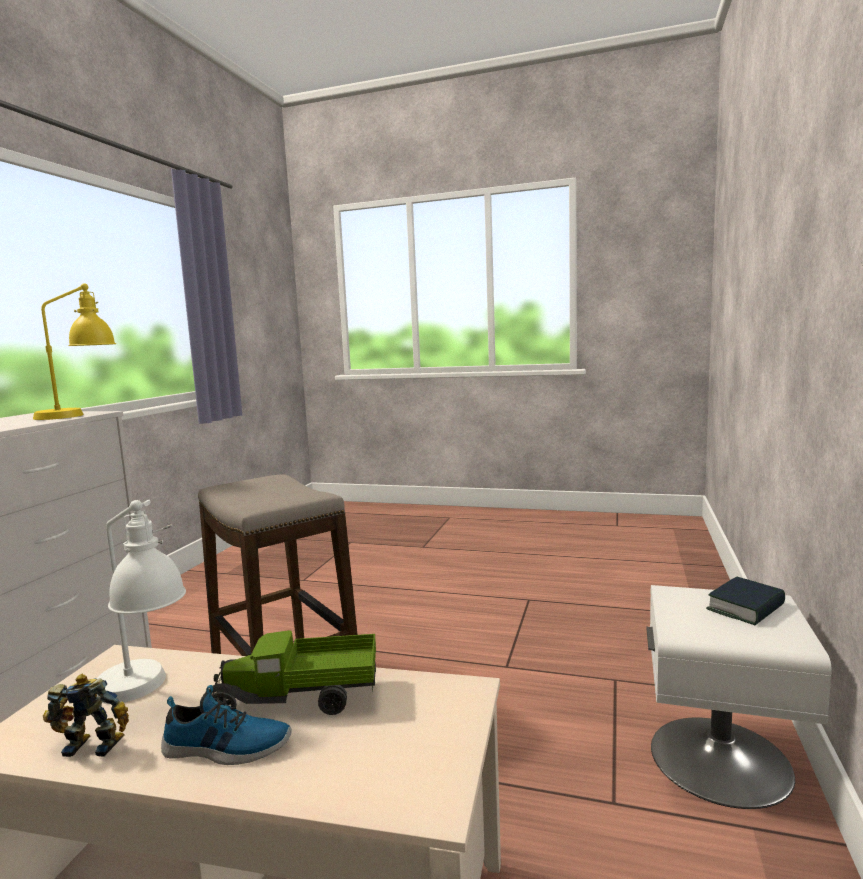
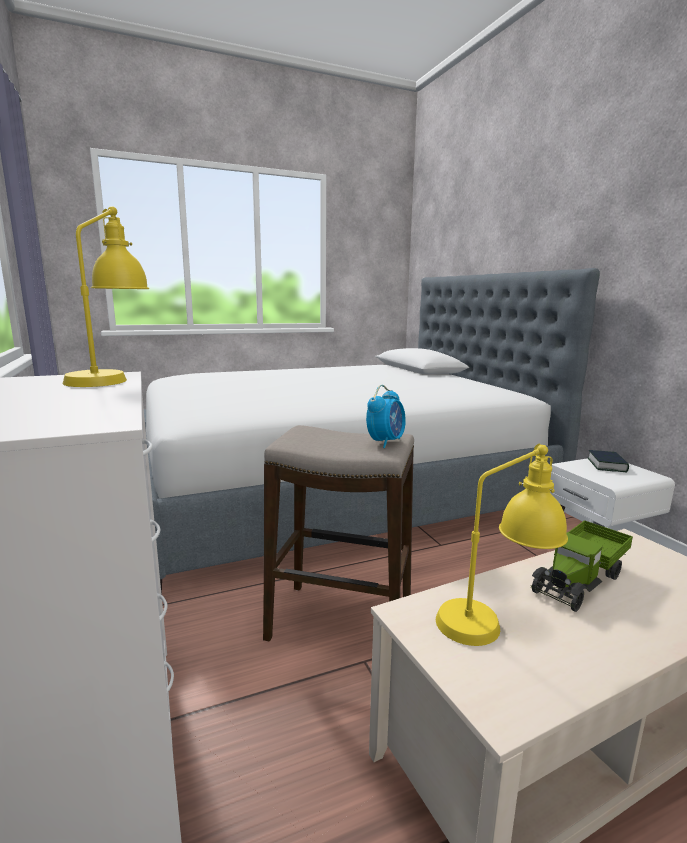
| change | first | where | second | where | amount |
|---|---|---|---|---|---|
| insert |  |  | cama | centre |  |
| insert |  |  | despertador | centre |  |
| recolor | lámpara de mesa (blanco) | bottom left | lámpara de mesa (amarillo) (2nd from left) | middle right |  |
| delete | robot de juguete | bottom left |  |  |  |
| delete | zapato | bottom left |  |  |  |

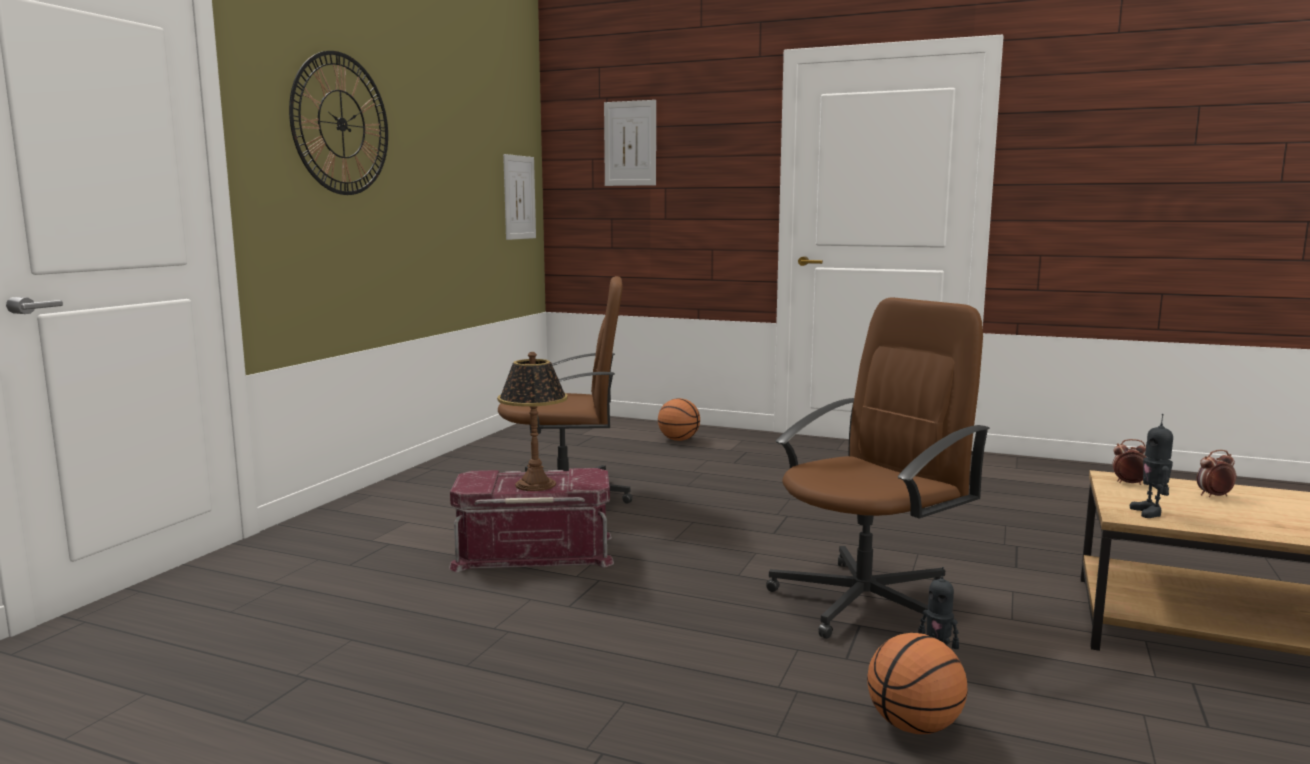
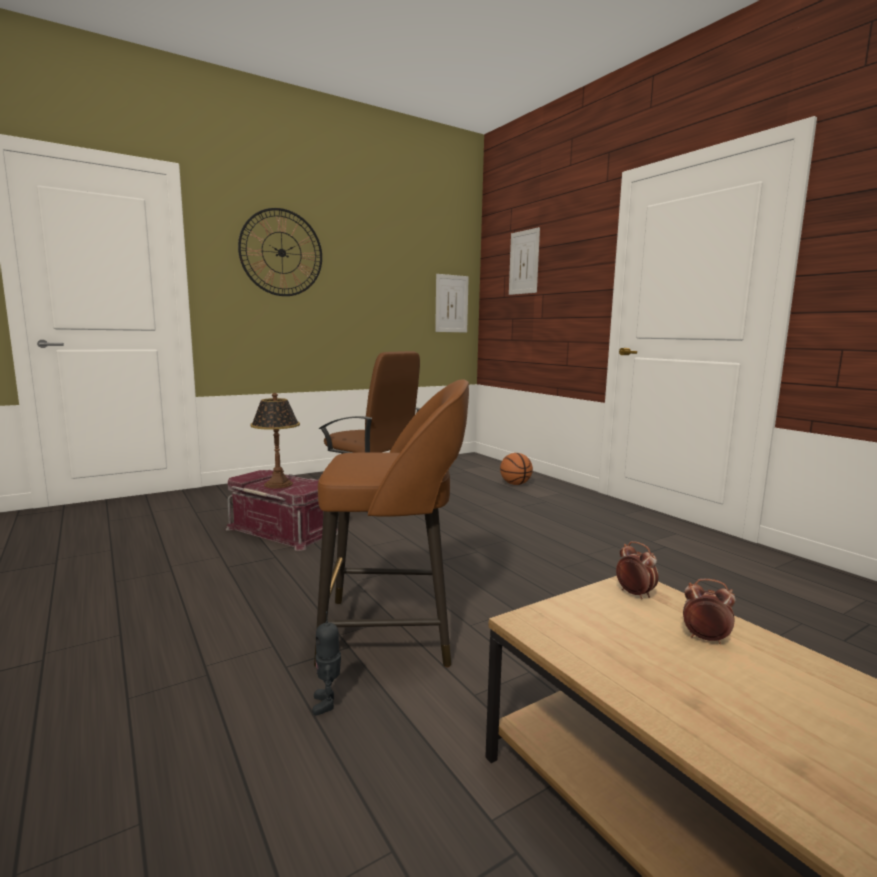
| change | first | where | second | where | amount |
|---|---|---|---|---|---|
| replace | silla de oficina (marrón) (2nd from left) | middle right | taburete (marrón) | centre |  |
| delete | balón de baloncesto (2nd from left) | bottom right |  |  |  |
| delete | robot de juguete (2nd from left) | middle right |  |  |  |

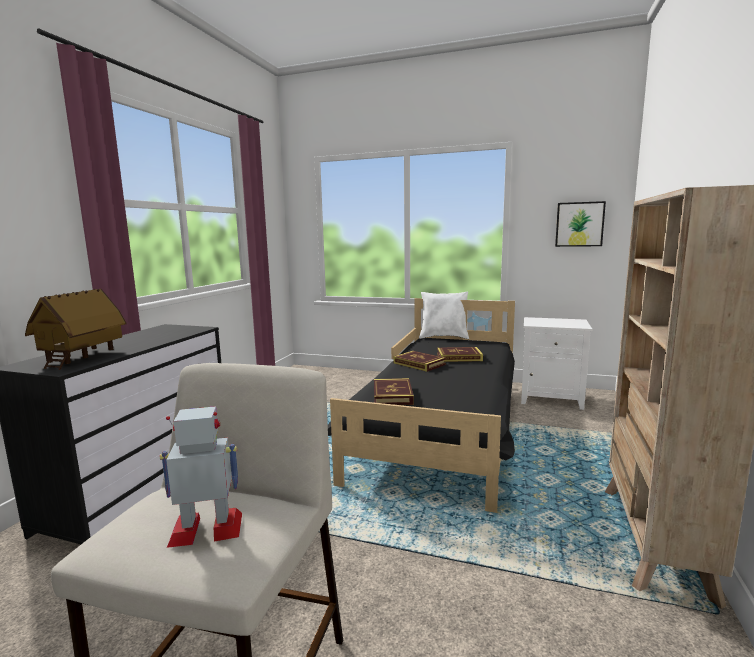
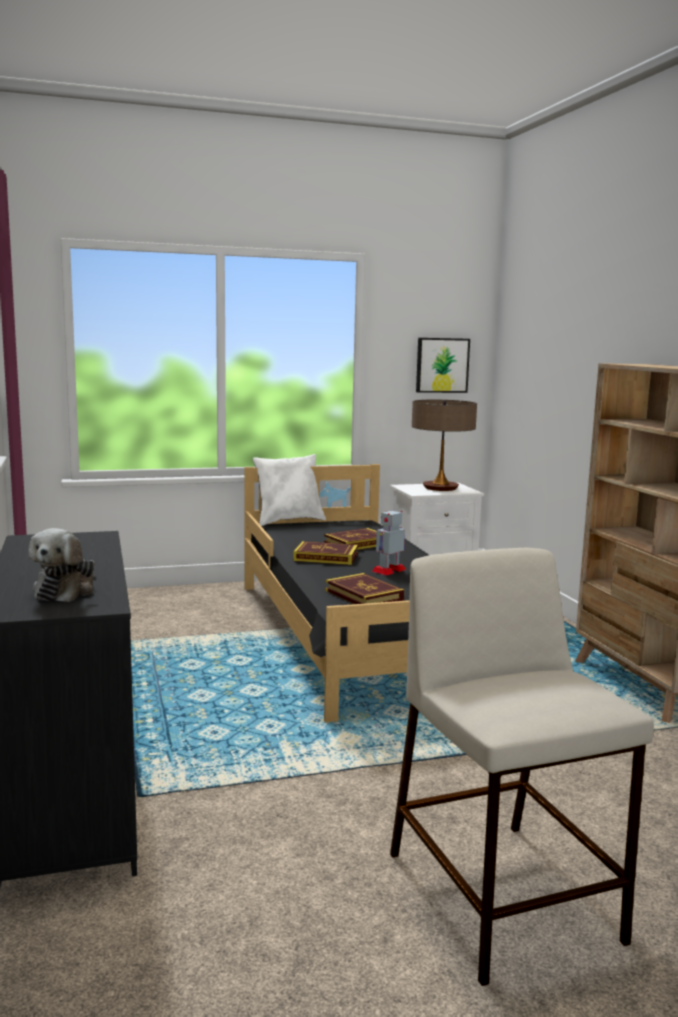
| change | first | where | second | where | amount |
|---|---|---|---|---|---|
| replace | casita | middle left | peluche | middle left |  |
| move | robot de juguete | bottom left |  | centre |  |
| insert |  |  | lámpara de mesa | centre |  |

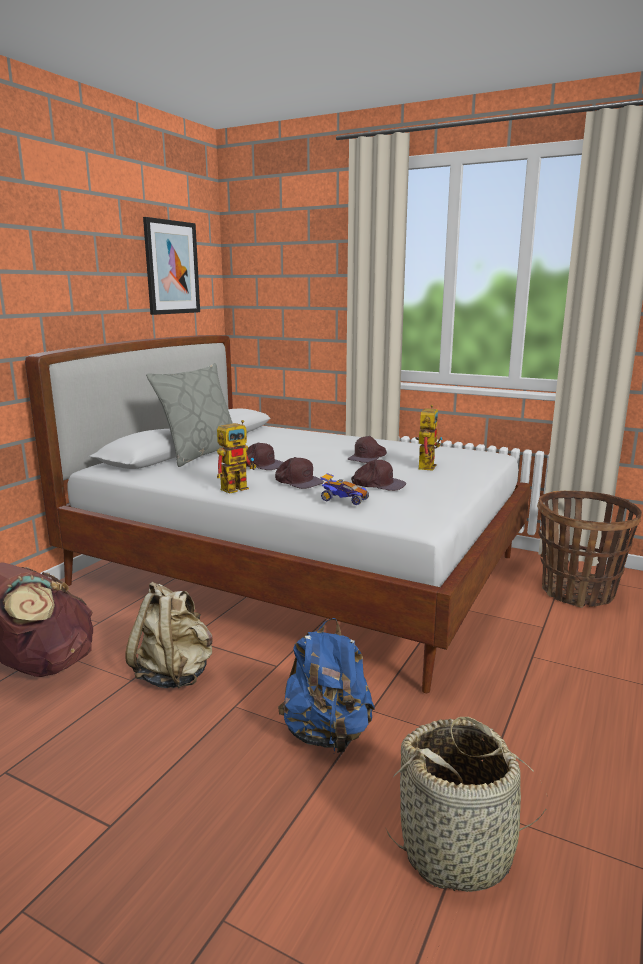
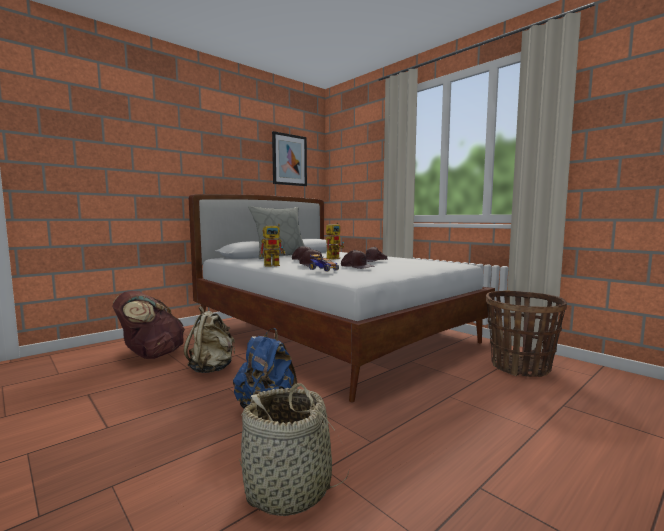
| change | first | where | second | where | amount |
|---|---|---|---|---|---|
| move | robot de juguete (2nd from left) | middle right |  | centre |  |

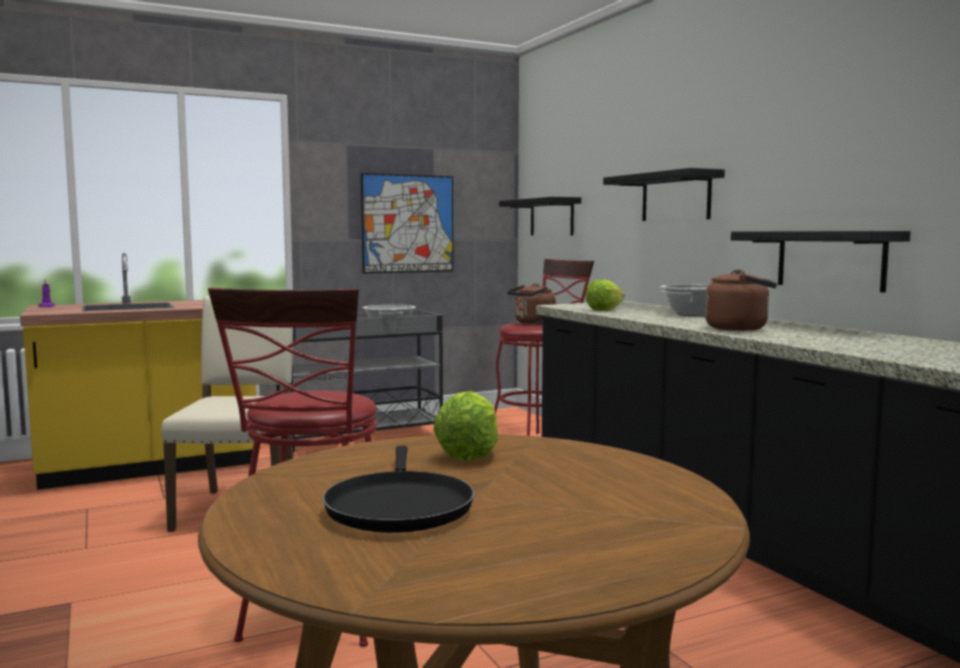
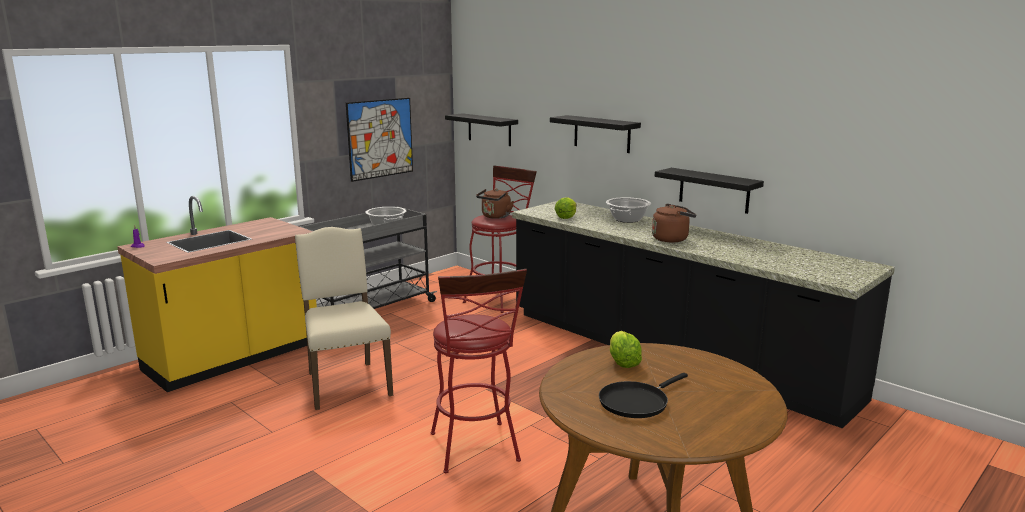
| change | first | where | second | where | amount |
|---|---|---|---|---|---|
| rotate | sartén (negro) | bottom centre |  | bottom centre | 75 degrees clockwise |

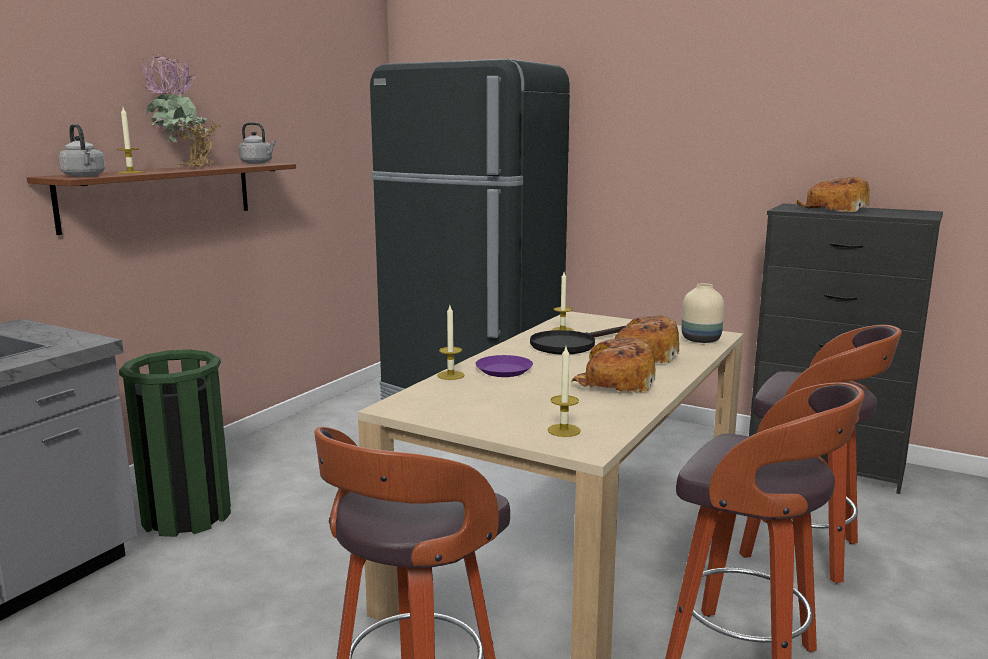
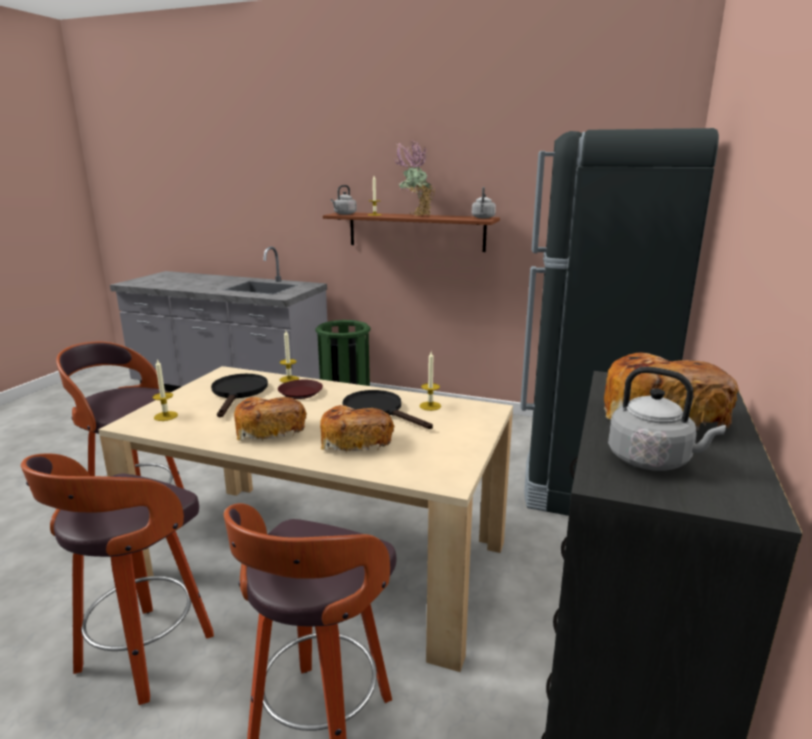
| change | first | where | second | where | amount |
|---|---|---|---|---|---|
| insert |  |  | sartén (negro) (1st from left) | middle left |  |
| recolor | plato (morado) | centre | plato (marrón) | centre |  |
| insert |  |  | hervidor (gris) (3rd from left) | middle right |  |
| delete | florero (beis) | middle right |  |  |  |

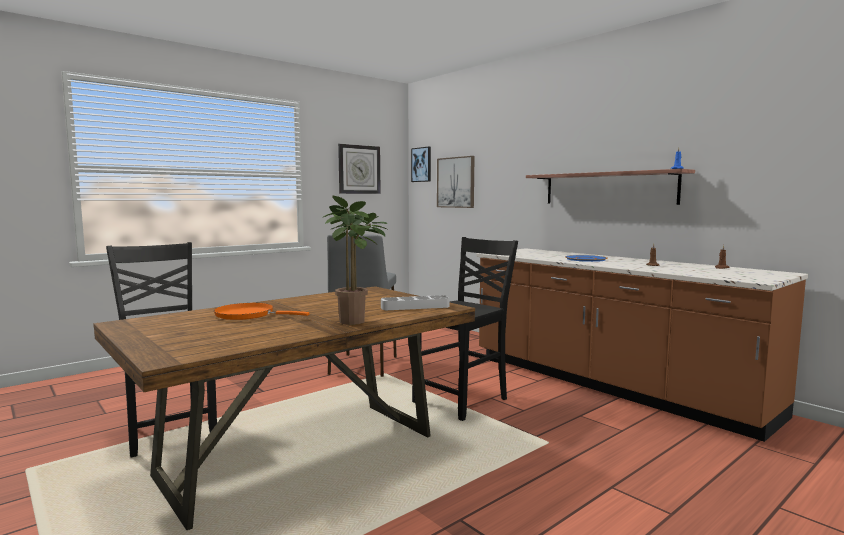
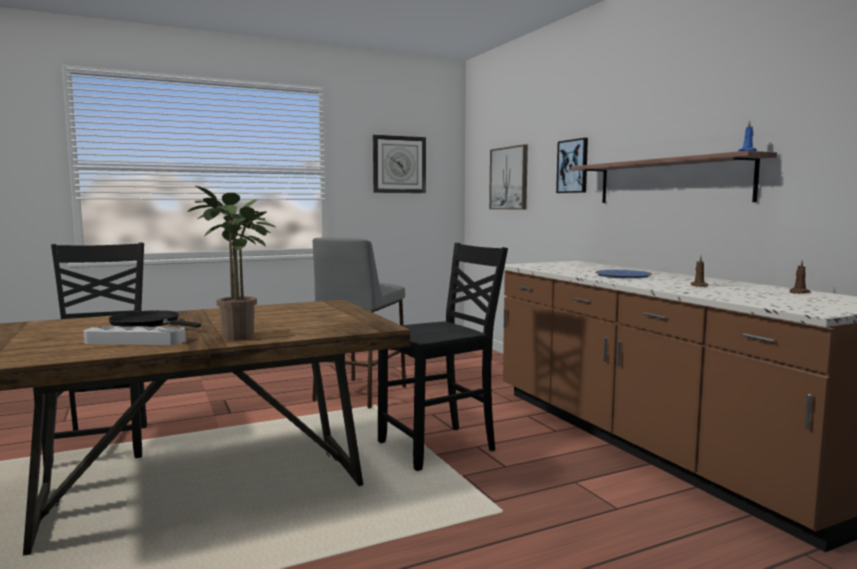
| change | first | where | second | where | amount |
|---|---|---|---|---|---|
| move | bandeja (gris) | centre |  | middle left |  |
| recolor | sartén (naranja) | middle left | sartén (negro) | middle left |  |
| move | cuadro (1st from left in the first image) | top centre | cuadro (2nd from left) | top right |  |

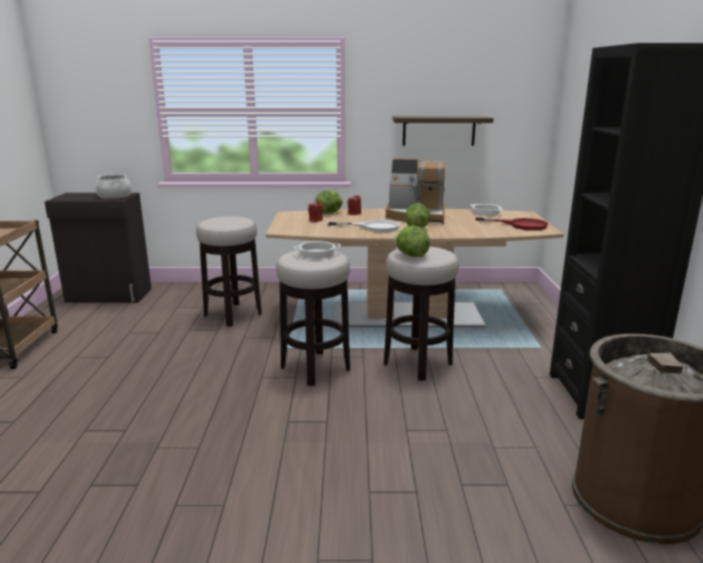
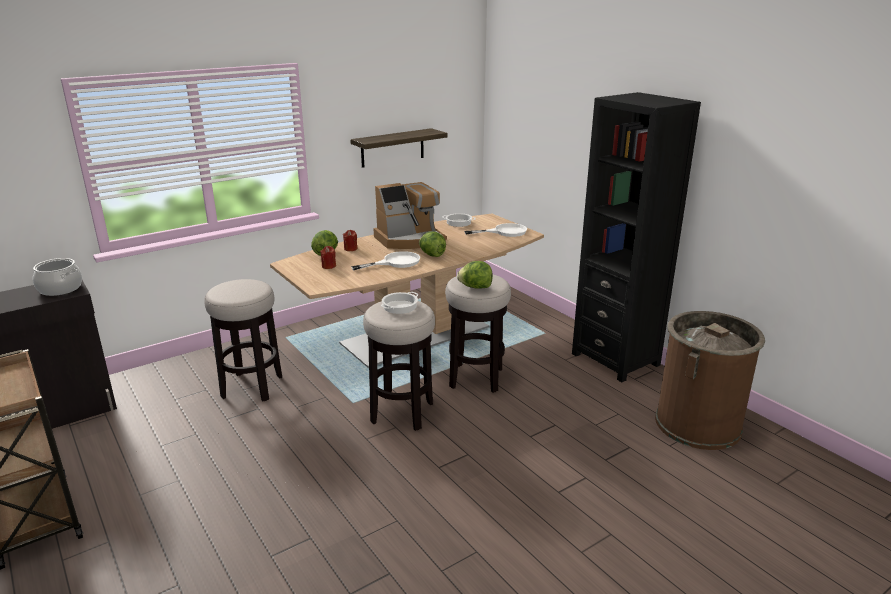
| change | first | where | second | where | amount |
|---|---|---|---|---|---|
| recolor | sartén (rojo) | middle right | sartén (blanco) (2nd from left) | centre |  |

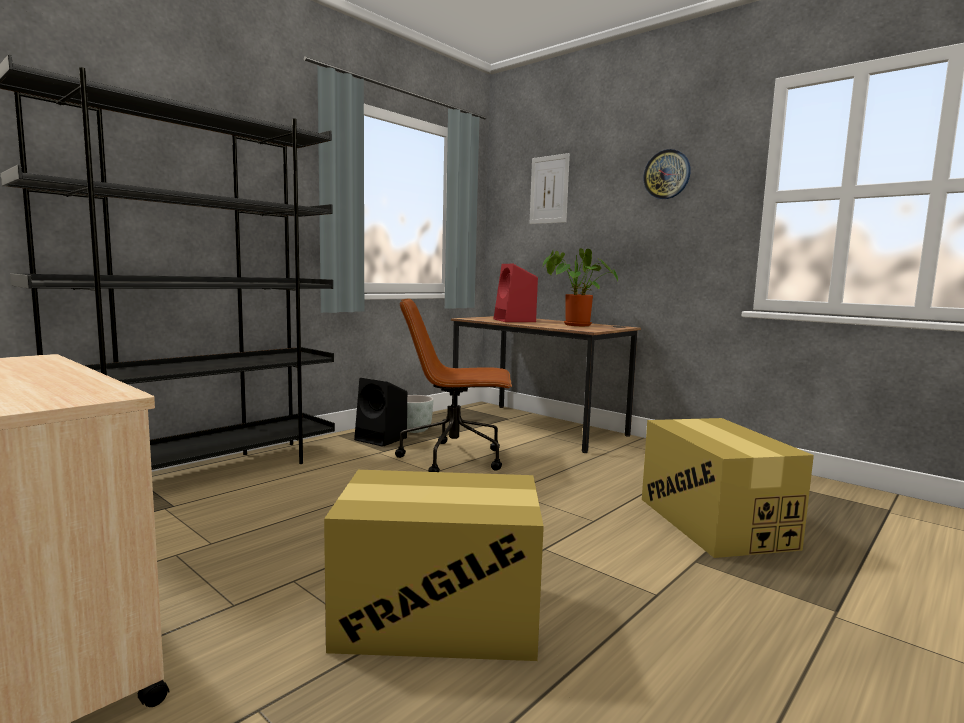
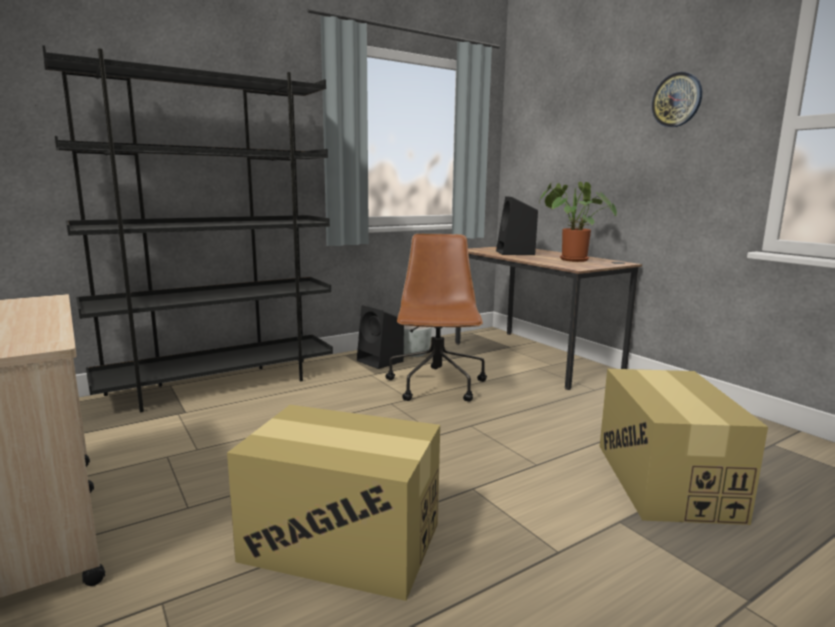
| change | first | where | second | where | amount |
|---|---|---|---|---|---|
| rotate | silla de oficina (marrón) | centre |  | centre | 75 degrees clockwise |
| recolor | altavoz (rojo) | centre | altavoz (negro) (2nd from left) | centre |  |
| delete | cuadro | top centre |  |  |  |

